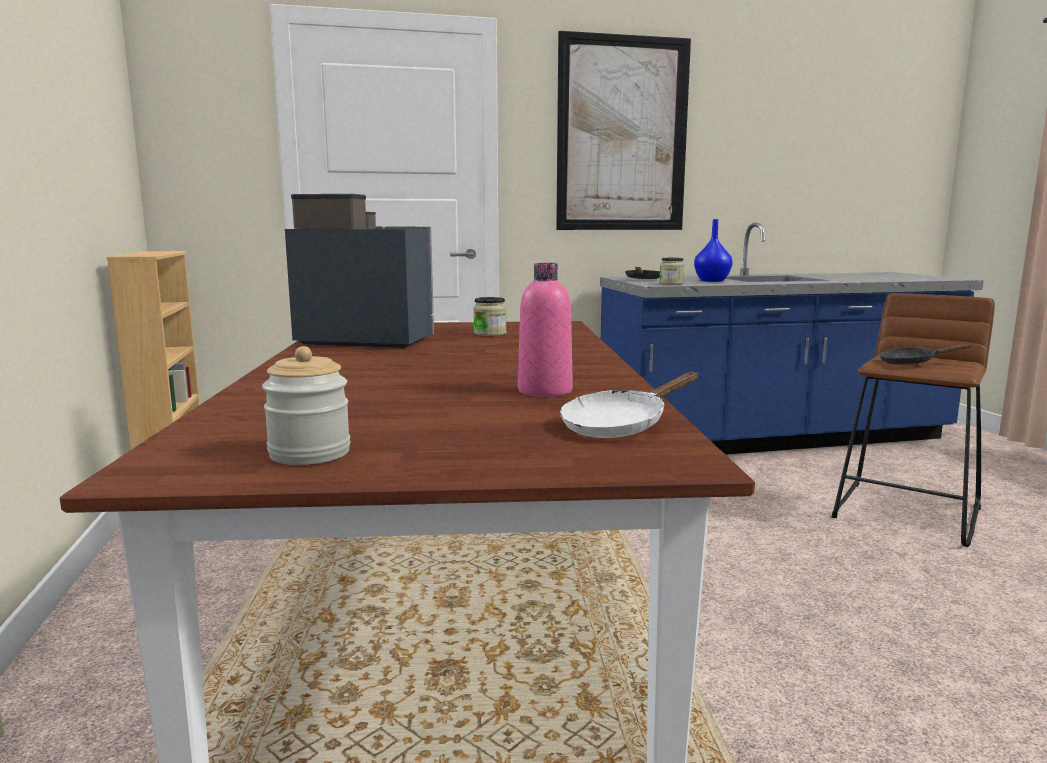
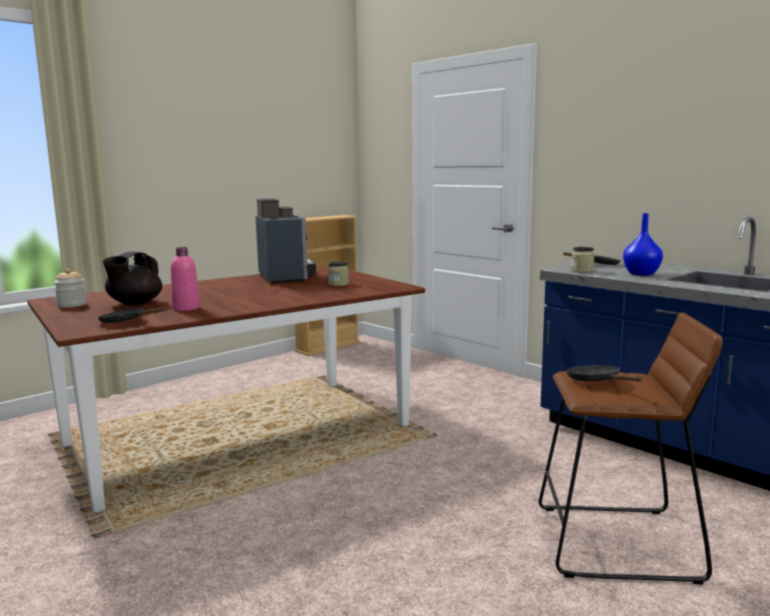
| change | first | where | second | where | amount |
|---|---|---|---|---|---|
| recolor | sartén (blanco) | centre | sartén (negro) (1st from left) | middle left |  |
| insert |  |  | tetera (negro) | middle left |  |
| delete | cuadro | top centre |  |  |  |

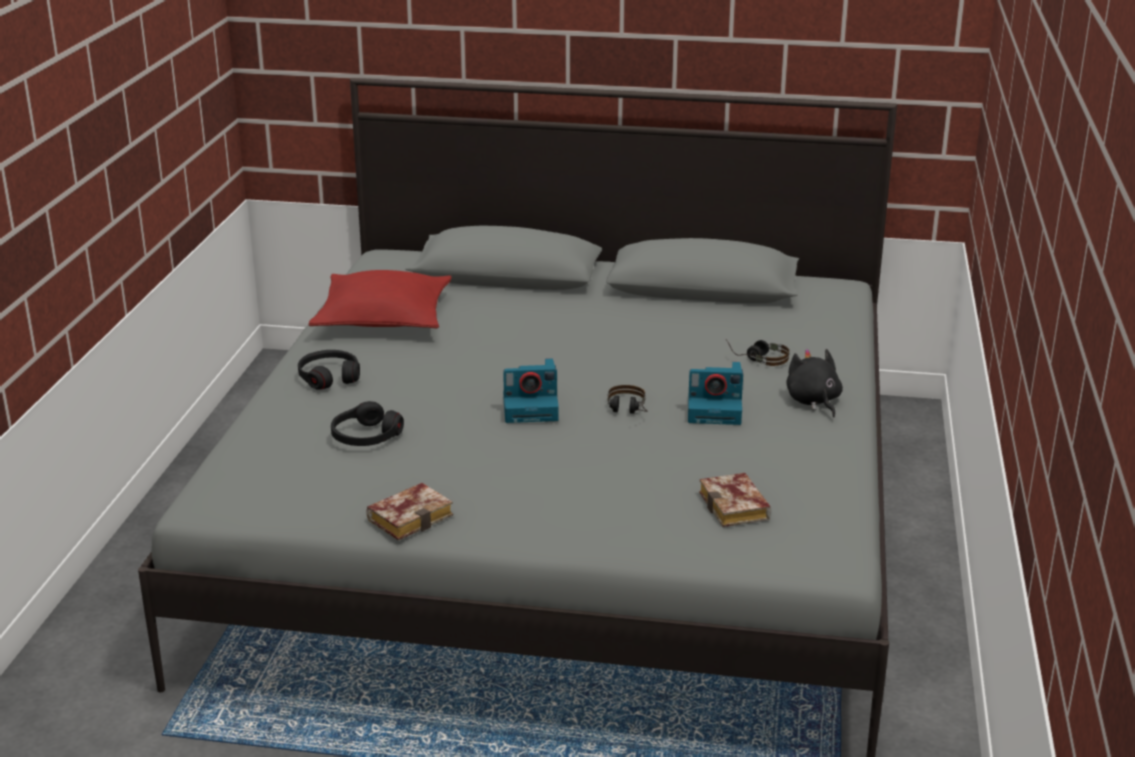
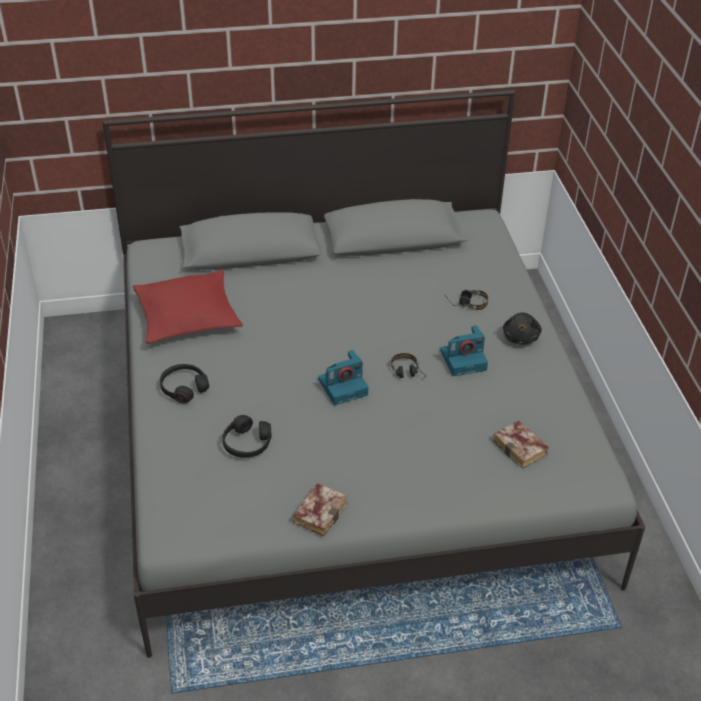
| change | first | where | second | where | amount |
|---|---|---|---|---|---|
| rotate | peluche (negro) | middle right |  | middle right | 135 degrees counterclockwise |

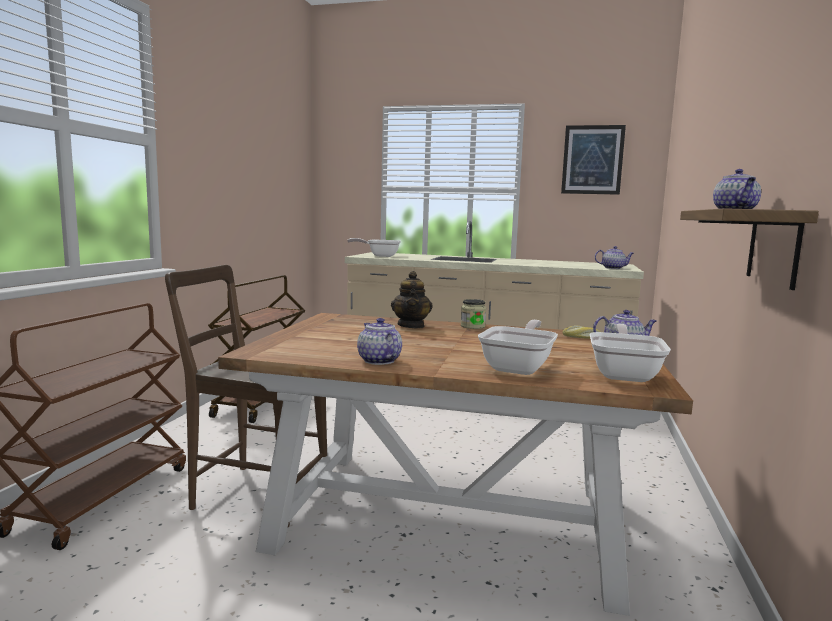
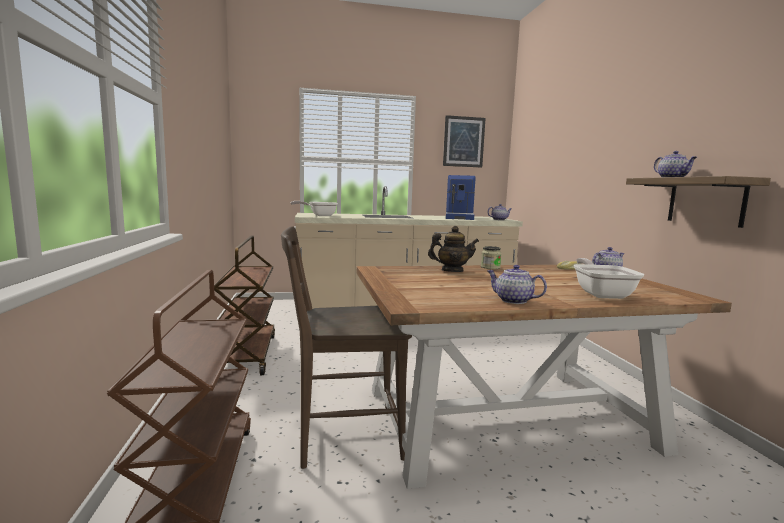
| change | first | where | second | where | amount |
|---|---|---|---|---|---|
| rotate | tetera (2nd from left in the first image) | centre | tetera (1st from left) | centre | 60 degrees counterclockwise |
| insert |  |  | cafetera | centre |  |
| delete | sartén (3rd from left) | middle right |  |  |  |

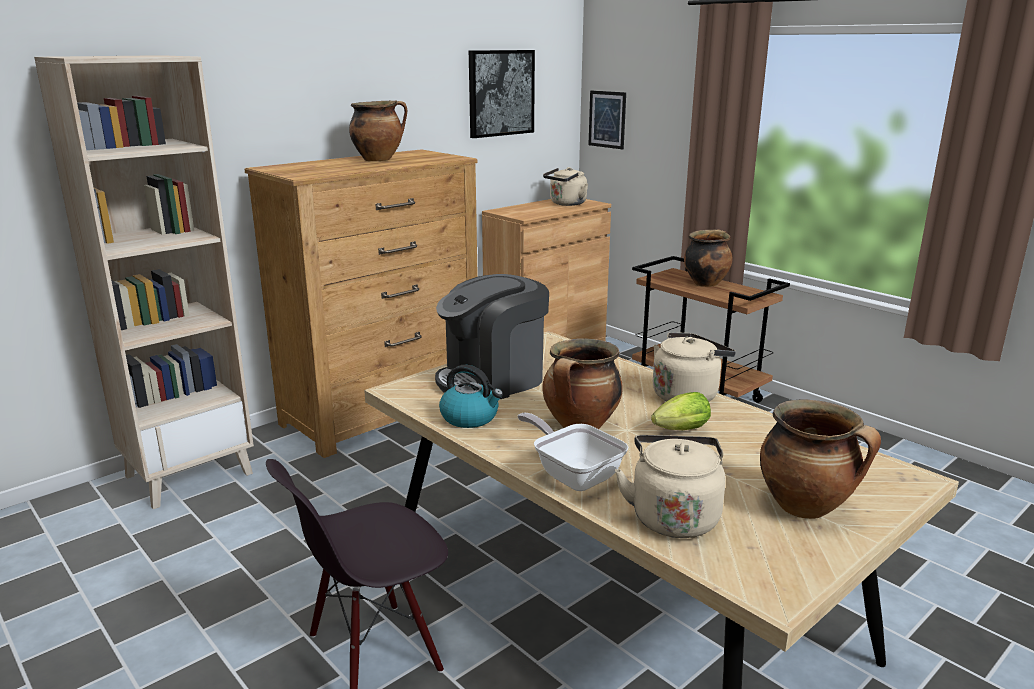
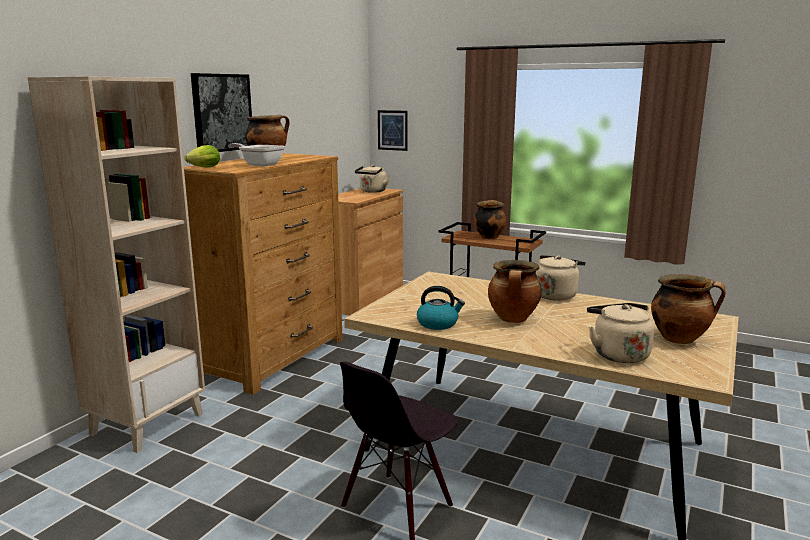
| change | first | where | second | where | amount |
|---|---|---|---|---|---|
| move | lechuga | centre |  | top left |  |
| move | cuadro (1st from left) | top centre |  | top left |  |
| move | sartén | centre |  | top left |  |
| delete | cafetera | centre |  |  |  |

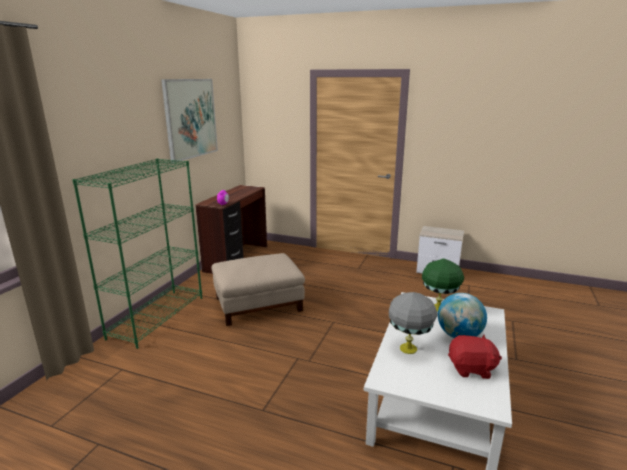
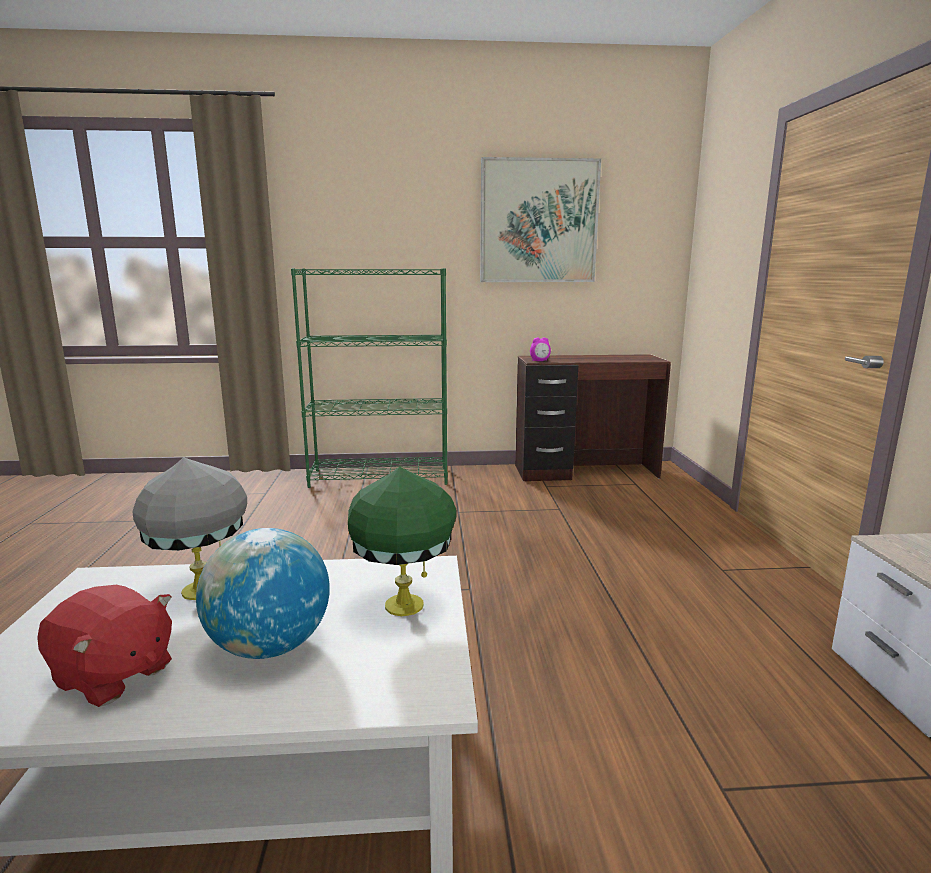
| change | first | where | second | where | amount |
|---|---|---|---|---|---|
| rotate | peluche (rojo) | bottom right |  | bottom left | 45 degrees counterclockwise |
| delete | puf (beis) | centre |  |  |  |

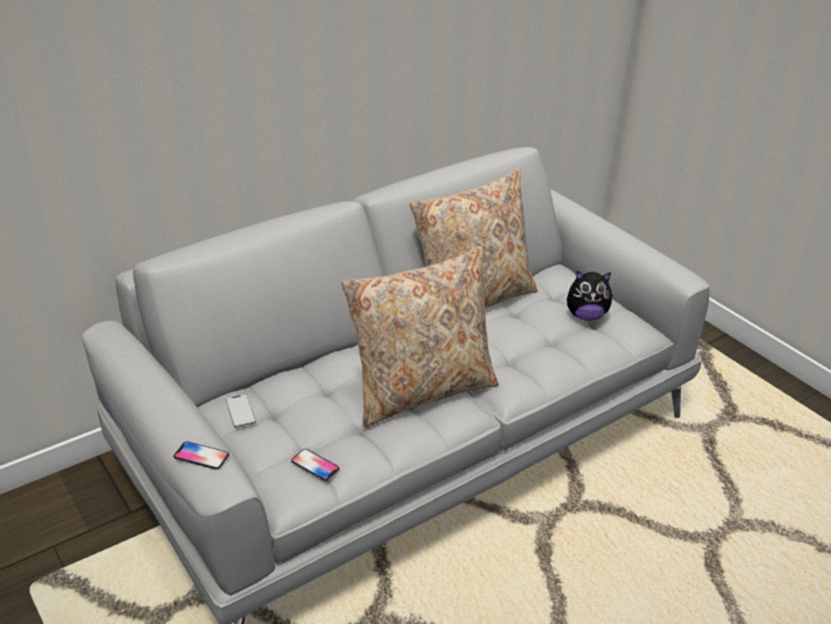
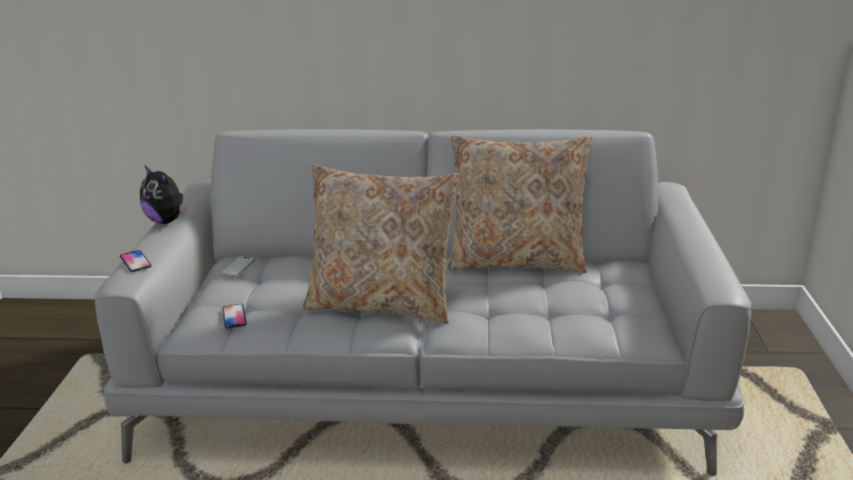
| change | first | where | second | where | amount |
|---|---|---|---|---|---|
| move | peluche | middle right |  | middle left |  |

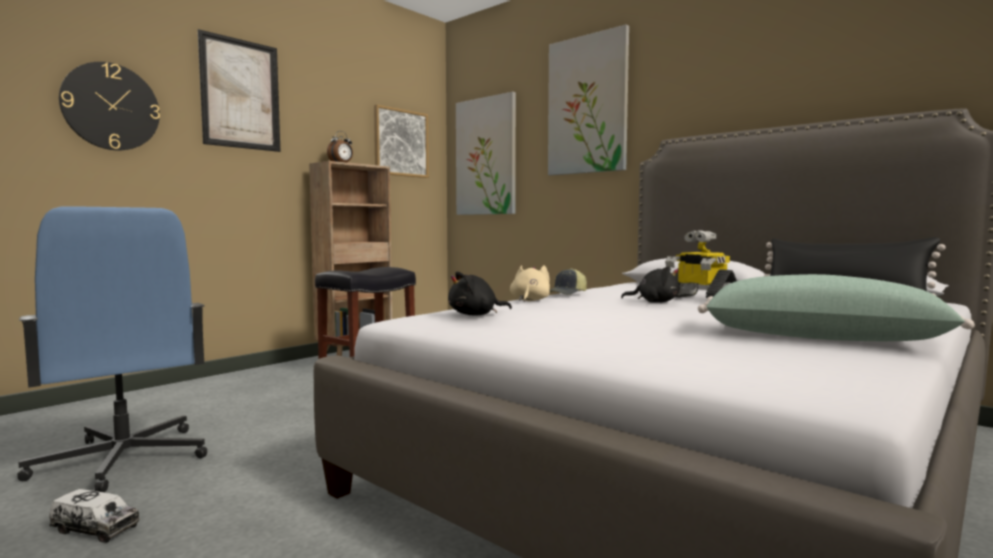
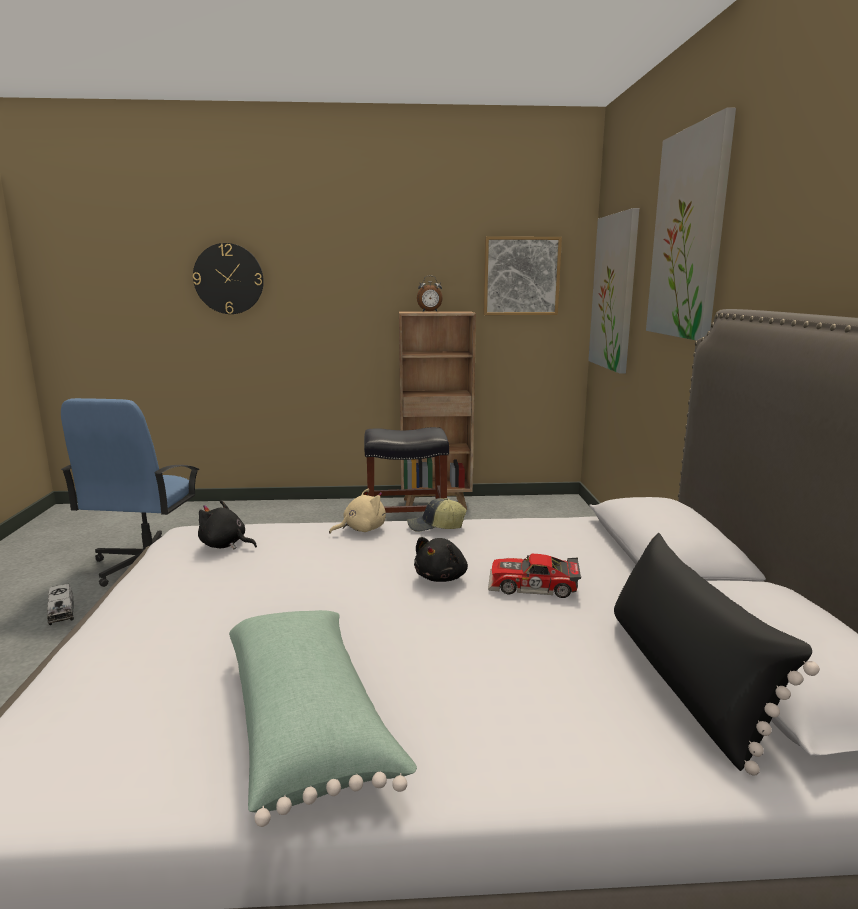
| change | first | where | second | where | amount |
|---|---|---|---|---|---|
| rotate | peluche (negro) (2nd from left) | centre |  | centre | 60 degrees clockwise |
| replace | robot de juguete | middle right | coche de juguete | centre |  |
| delete | cuadro (1st from left) | top left |  |  |  |

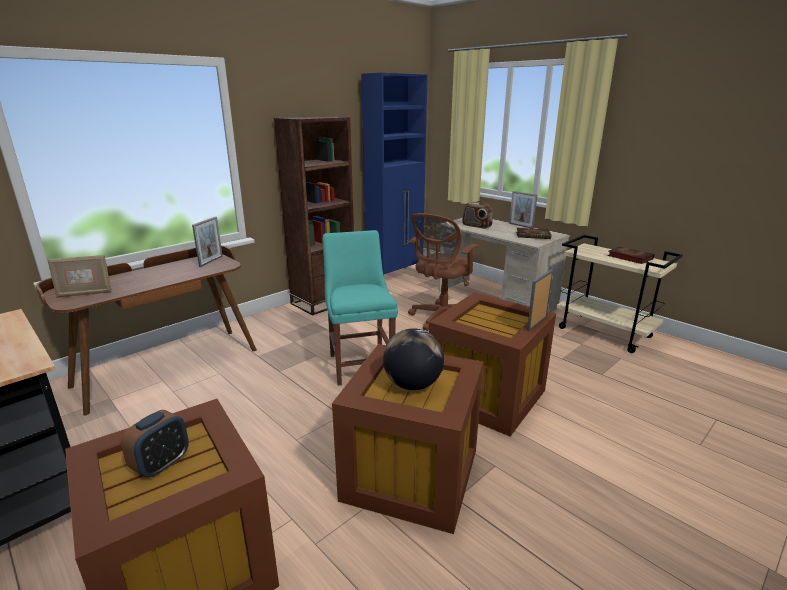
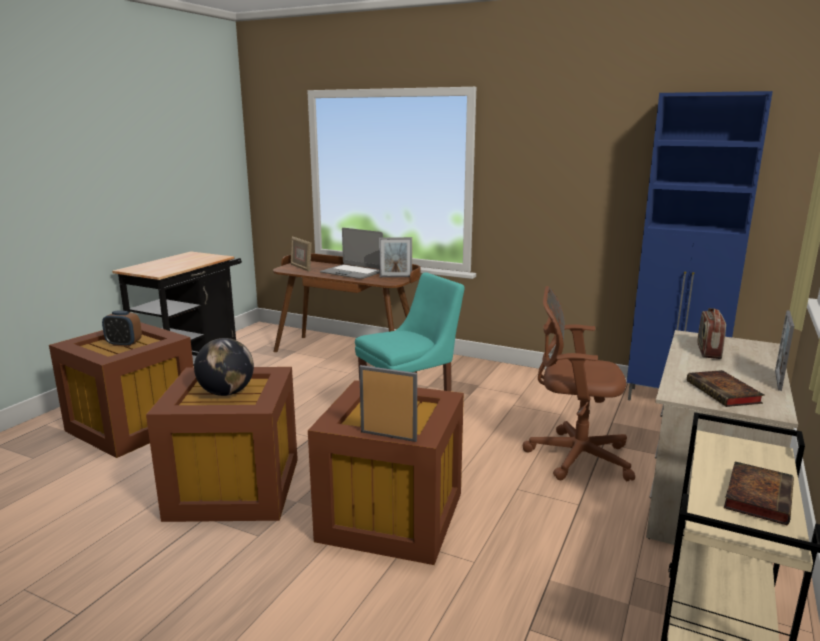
| change | first | where | second | where | amount |
|---|---|---|---|---|---|
| insert |  |  | portátil | centre |  |
| delete | estantería (marrón) | centre |  |  |  |

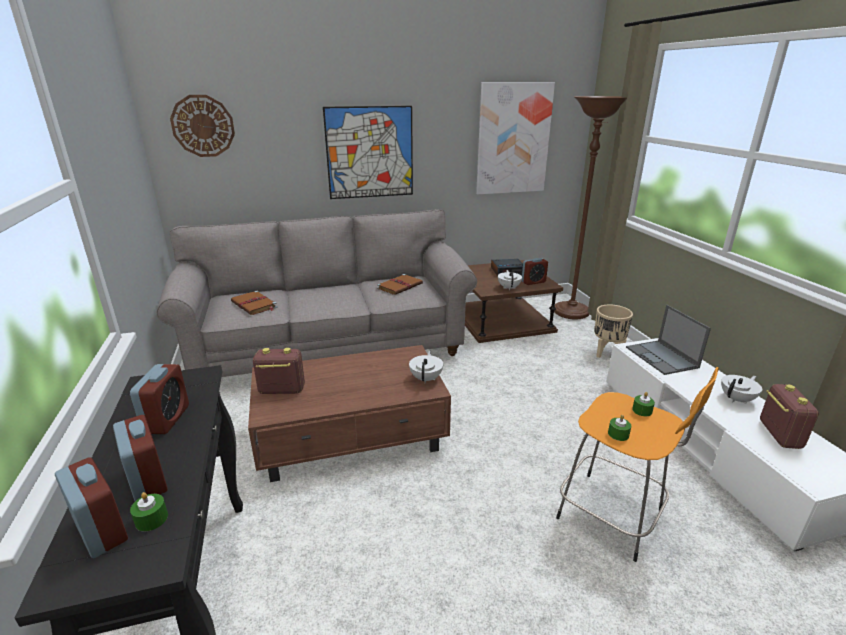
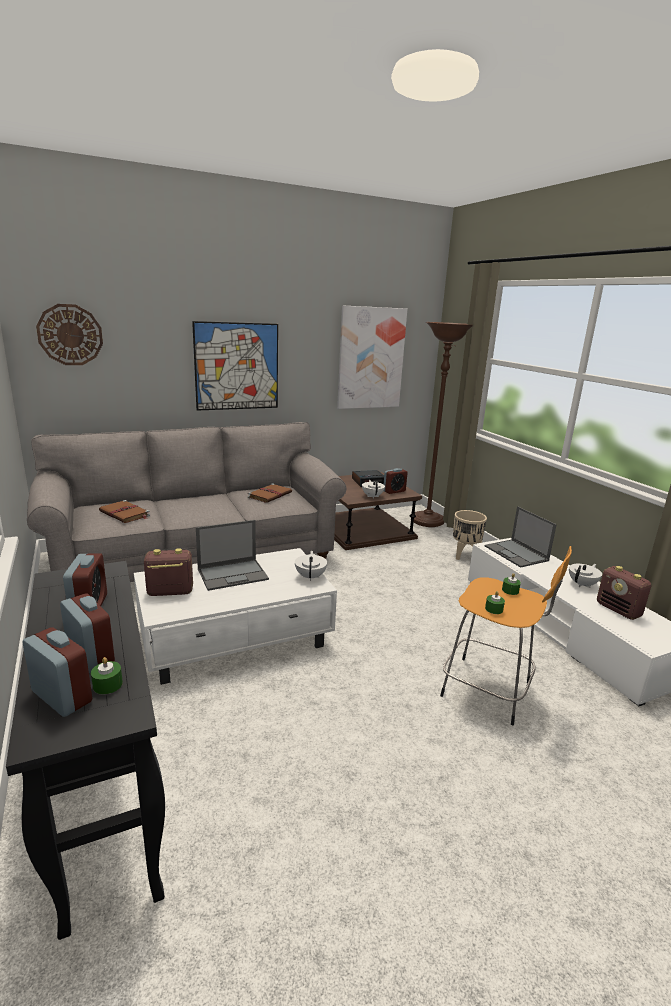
| change | first | where | second | where | amount |
|---|---|---|---|---|---|
| recolor | mesa de centro (marrón) | centre | mesa de centro (blanco) | centre |  |
| insert |  |  | portátil (1st from left) | centre |  |
| rotate | radio (2nd from left) | middle right |  | middle right | 150 degrees clockwise |

